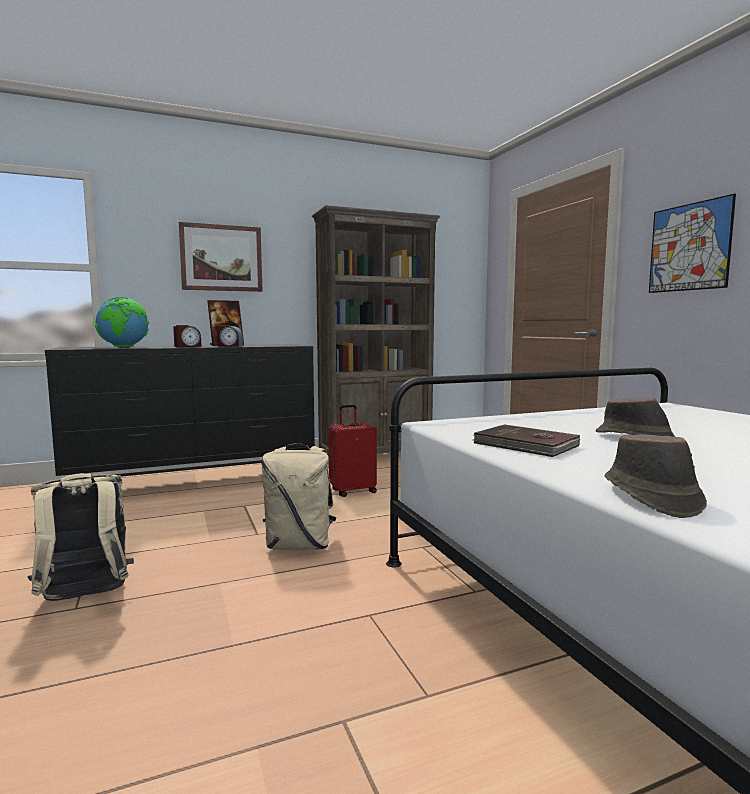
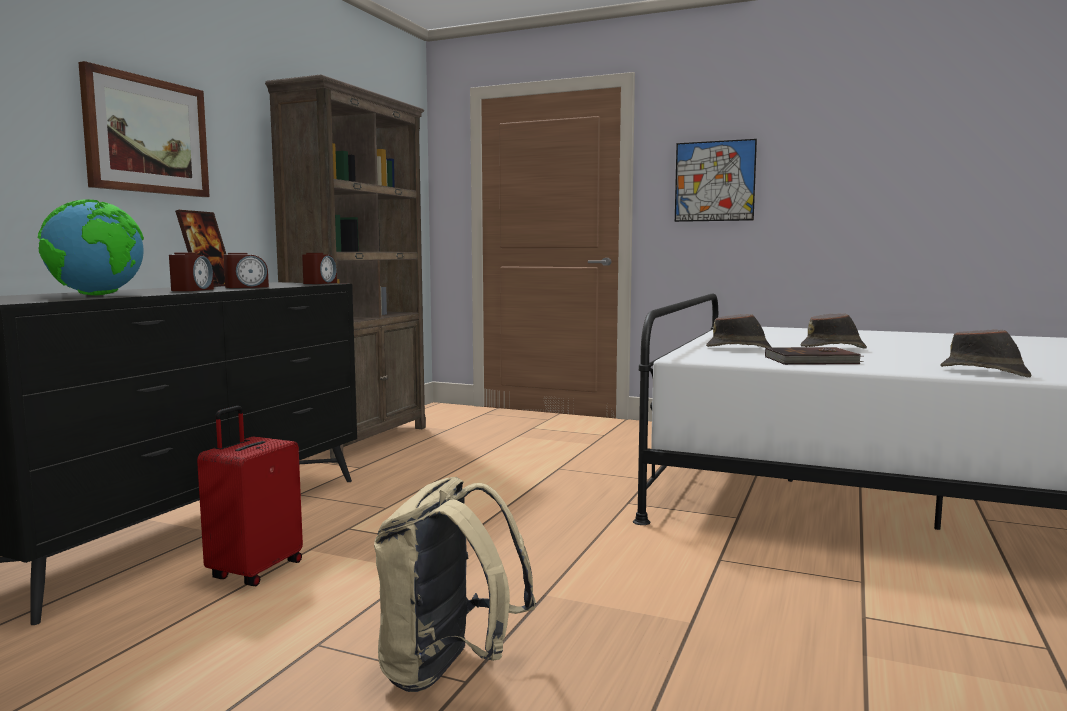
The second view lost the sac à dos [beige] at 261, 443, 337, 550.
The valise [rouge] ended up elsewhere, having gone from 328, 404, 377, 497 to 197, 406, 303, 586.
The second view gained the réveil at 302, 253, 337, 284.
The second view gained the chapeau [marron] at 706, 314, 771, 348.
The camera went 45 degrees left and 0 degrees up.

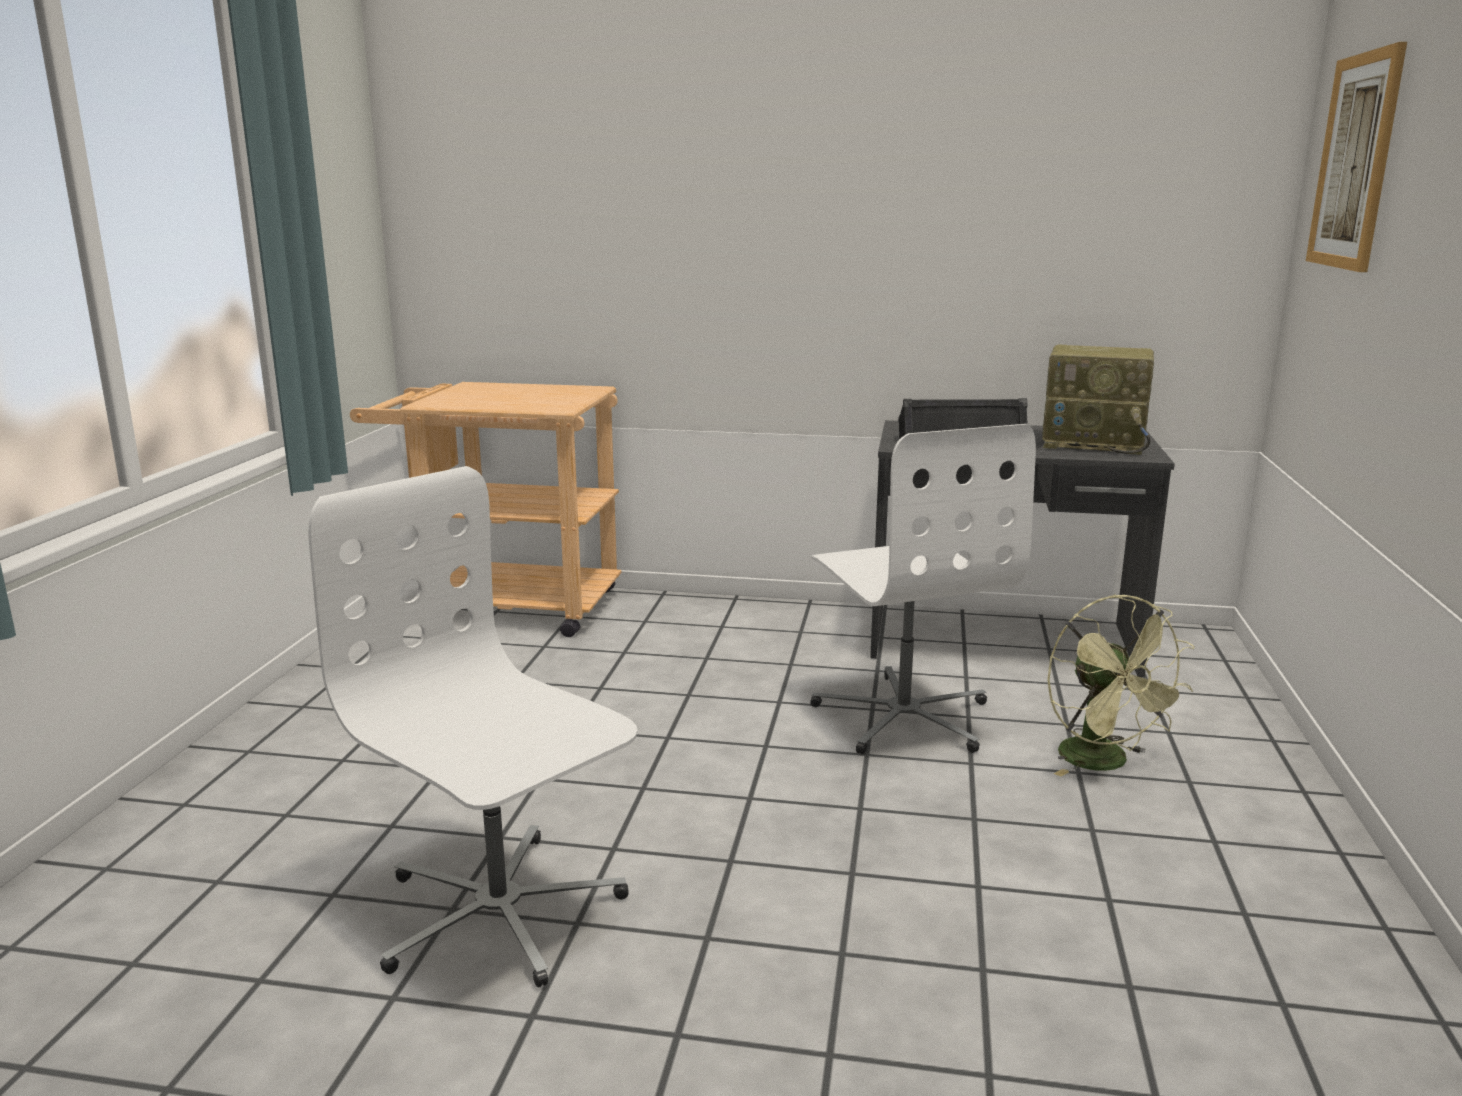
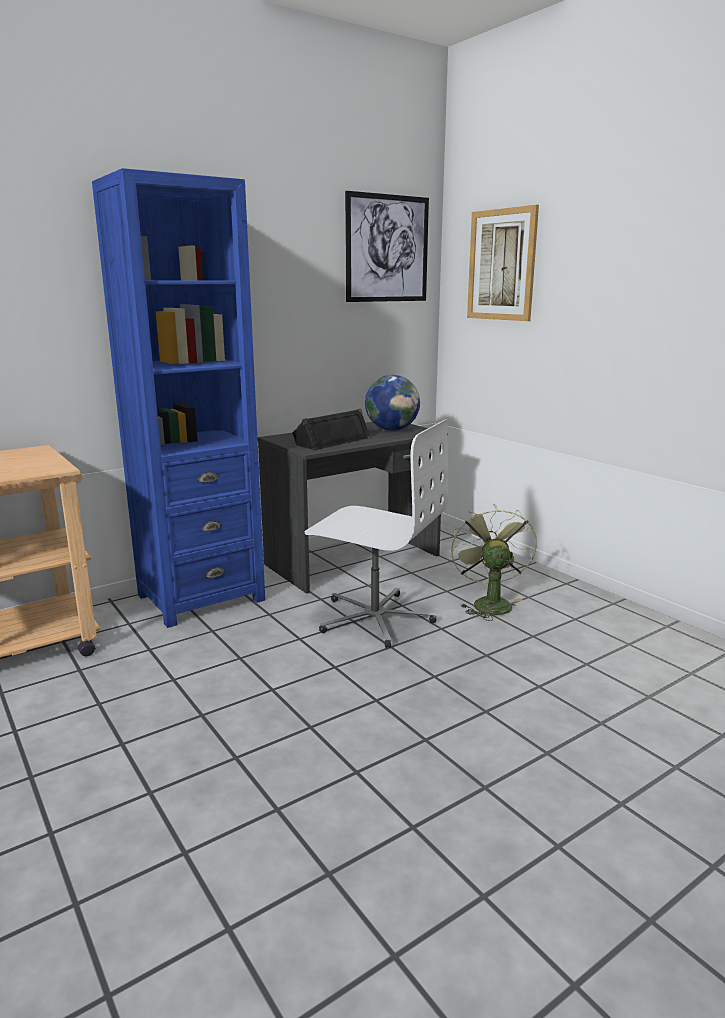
The second view lost the chaise de bureau [blanc] at 308, 466, 637, 988.
Where the radio stood at 1042, 345, 1154, 455, the globe came to stand at 365, 375, 420, 431.
The ventilateur [vert] at 1047, 595, 1195, 777 ended up facing another way, 120 degrees counterclockwise from before.
The second view gained the bibliothèque [bleu] at 92, 168, 265, 628.
The second view gained the tableau at 345, 191, 429, 302.
The camera went 45 degrees left and 0 degrees up.

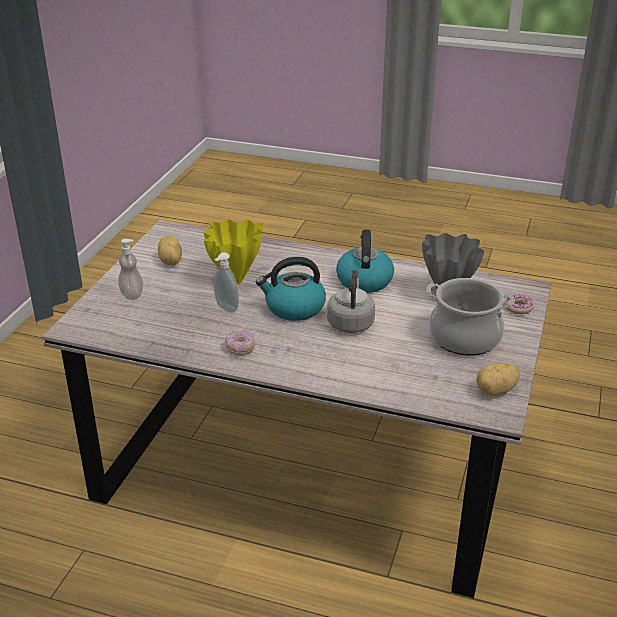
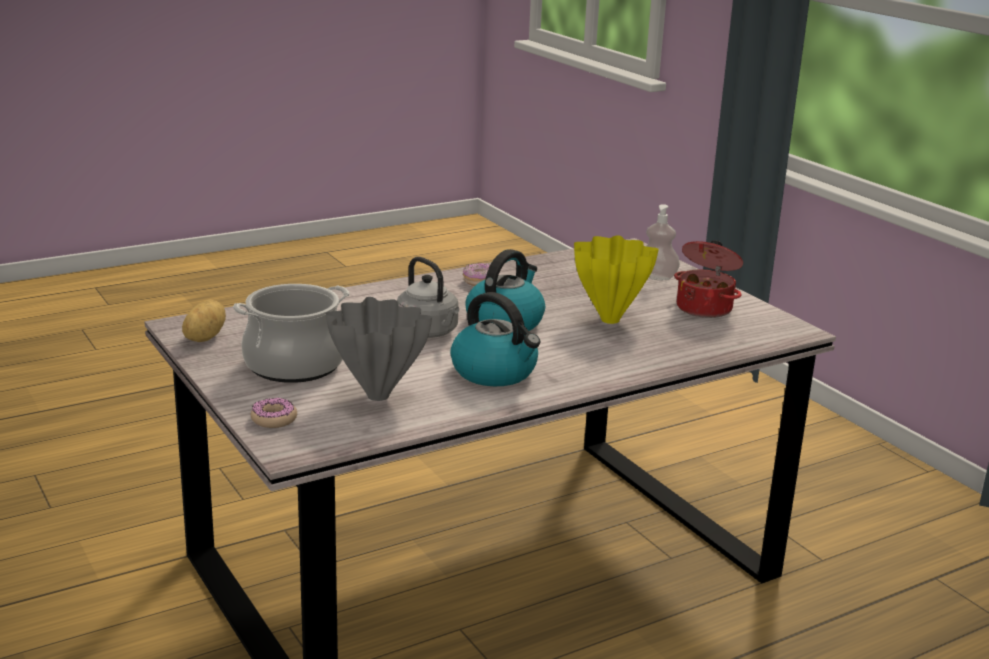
Where the pomme de terre stood at 158, 236, 182, 265, the marmite came to stand at 674, 240, 743, 318.
The second view lost the distributeur de savon at 214, 252, 239, 313.
The camera went 130 degrees right and 10 degrees down.

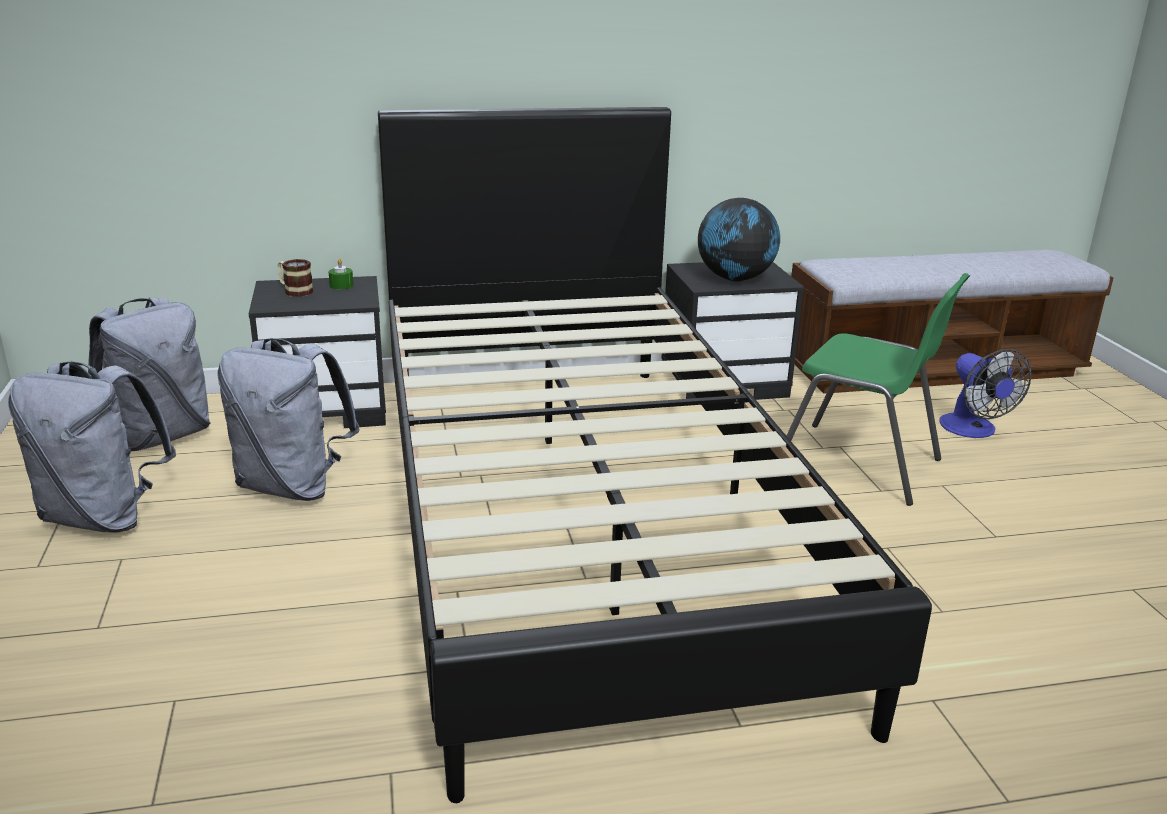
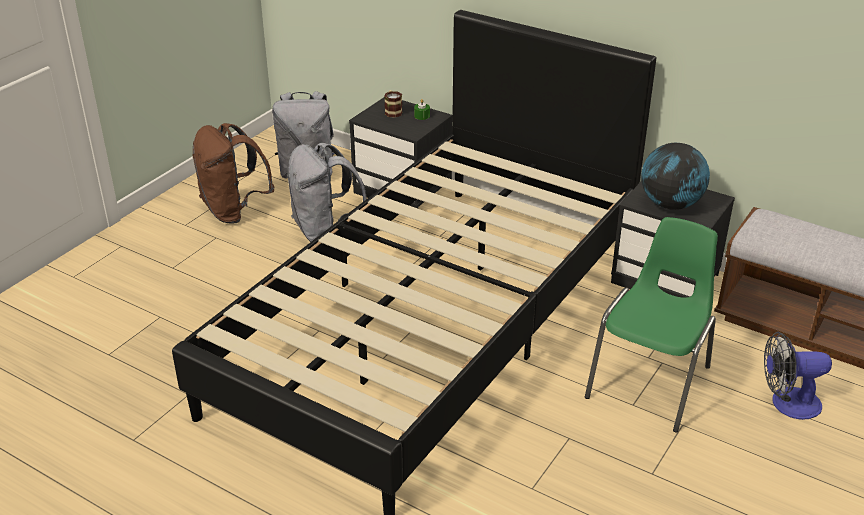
What was the sac à dos [gris] at 8, 361, 176, 533 turned into the sac à dos [marron] at 192, 123, 274, 224.
The chaise [vert] at 786, 273, 970, 506 ended up facing another way, 135 degrees counterclockwise from before.
The ventilateur at 939, 349, 1032, 438 ended up facing another way, 60 degrees clockwise from before.
The camera went 45 degrees right and 10 degrees up.

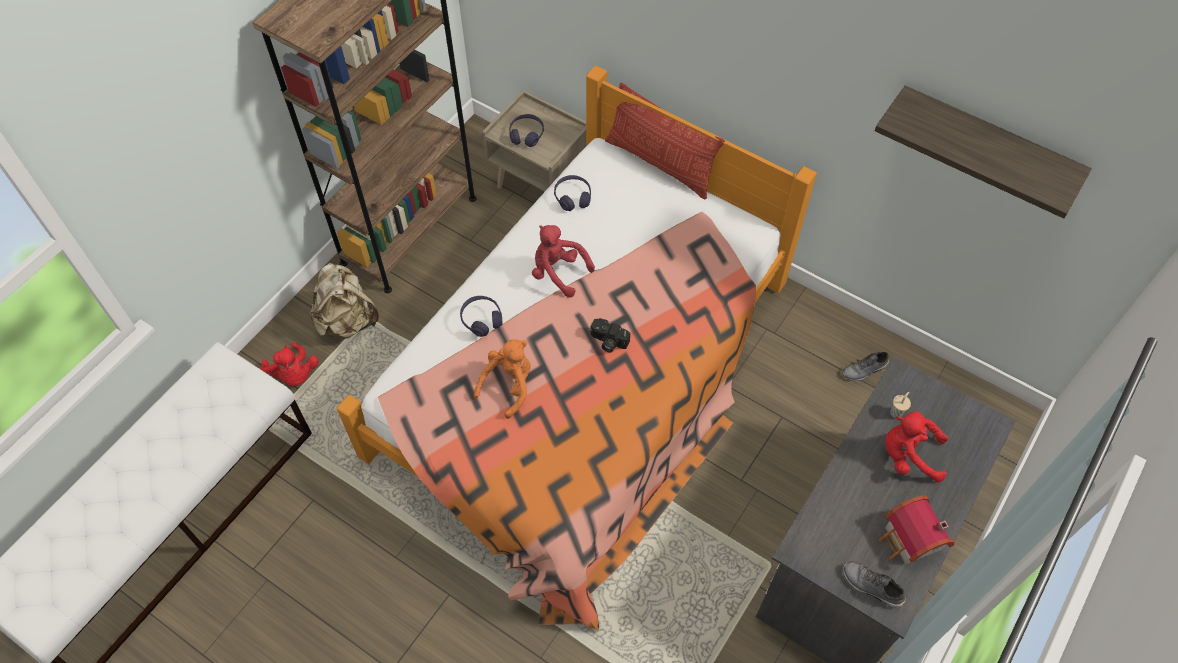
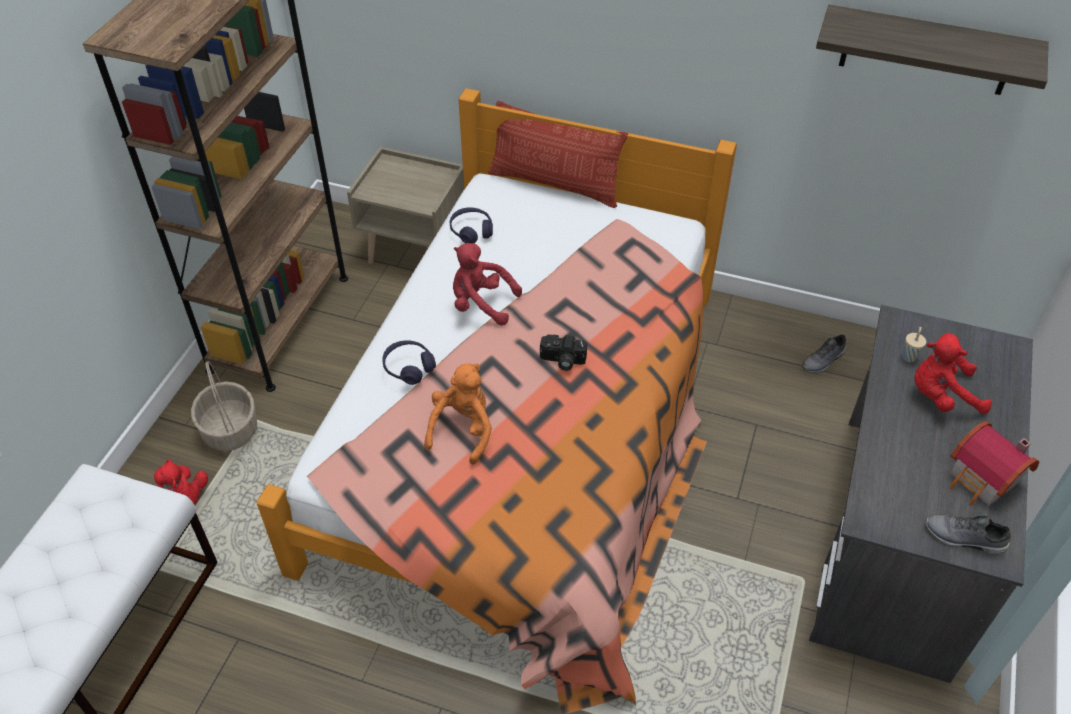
Where the sac à dos [beige] stood at 310, 263, 379, 339, the panier came to stand at 191, 361, 257, 451.
The second view lost the casque audio [violet] at 509, 114, 544, 147.
The camera went 15 degrees left and 10 degrees down.

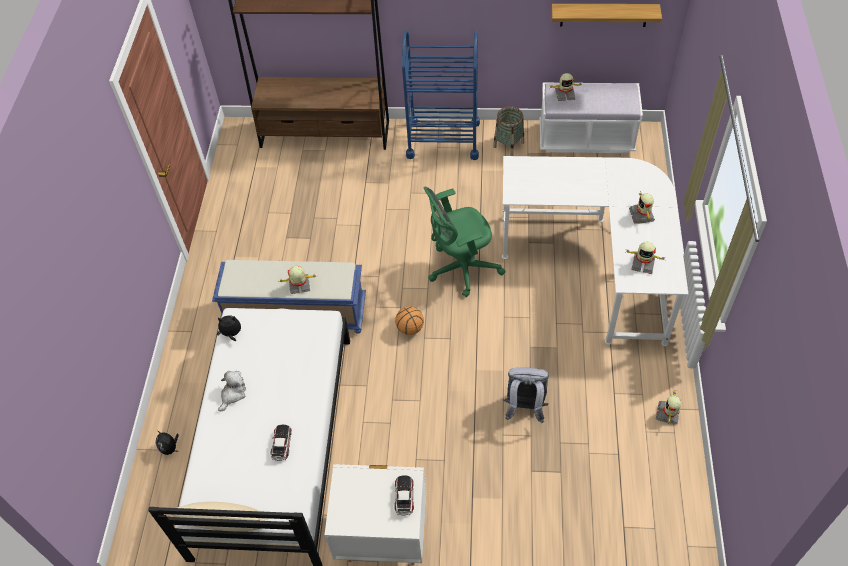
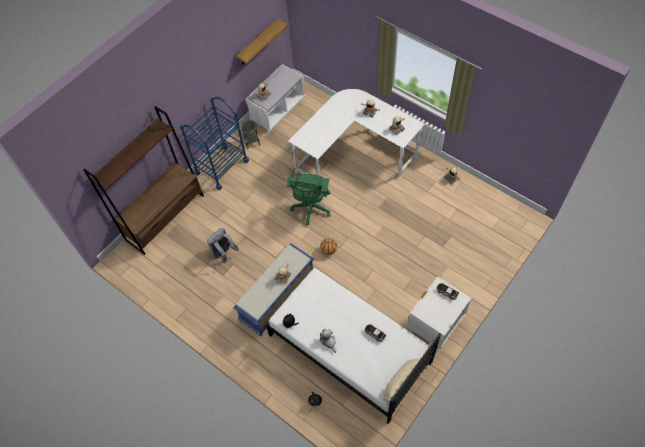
The sac à dos [gris] ended up elsewhere, having gone from 503, 367, 549, 423 to 207, 228, 239, 263.
The camera went 55 degrees left and 5 degrees up.

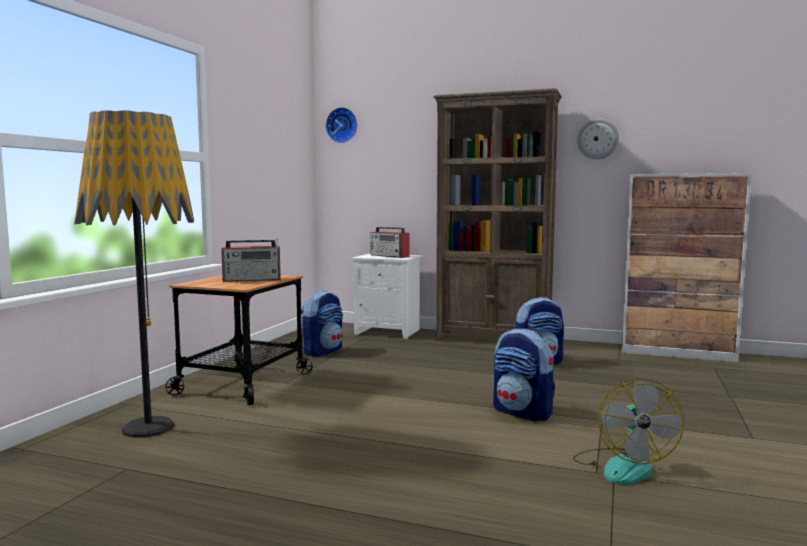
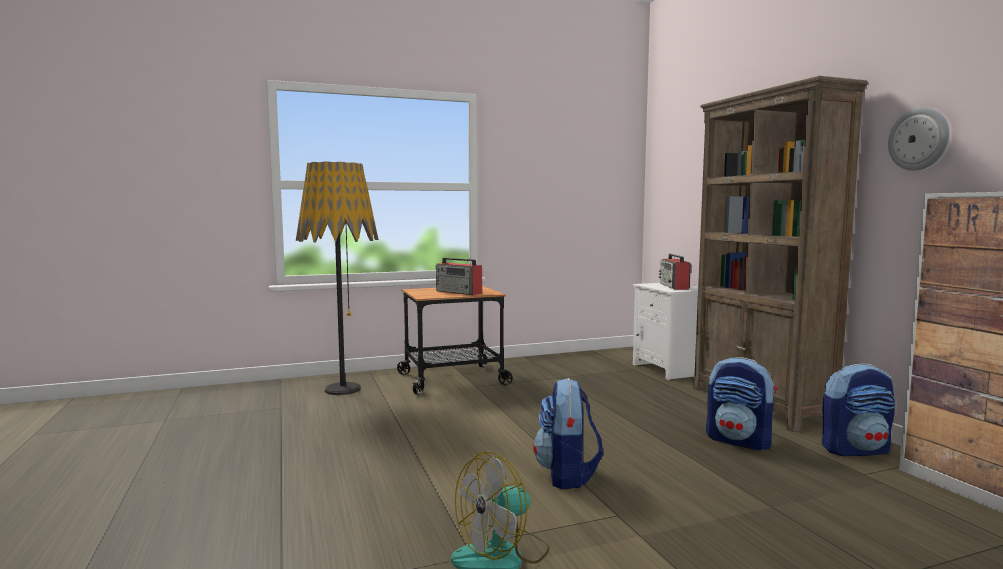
The sac à dos ended up elsewhere, having gone from 301, 290, 343, 356 to 822, 363, 895, 456.
The second view lost the horloge murale at 326, 107, 357, 143.
The camera went 50 degrees right and 0 degrees up.

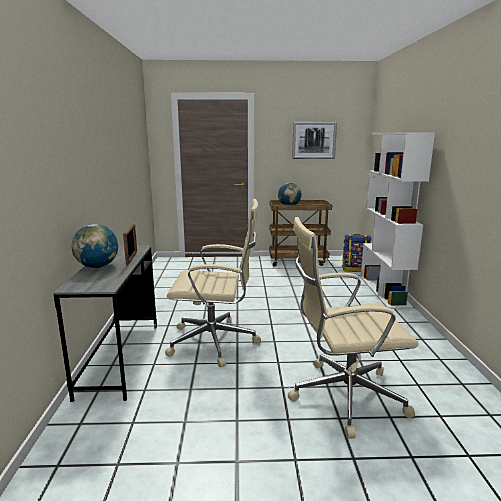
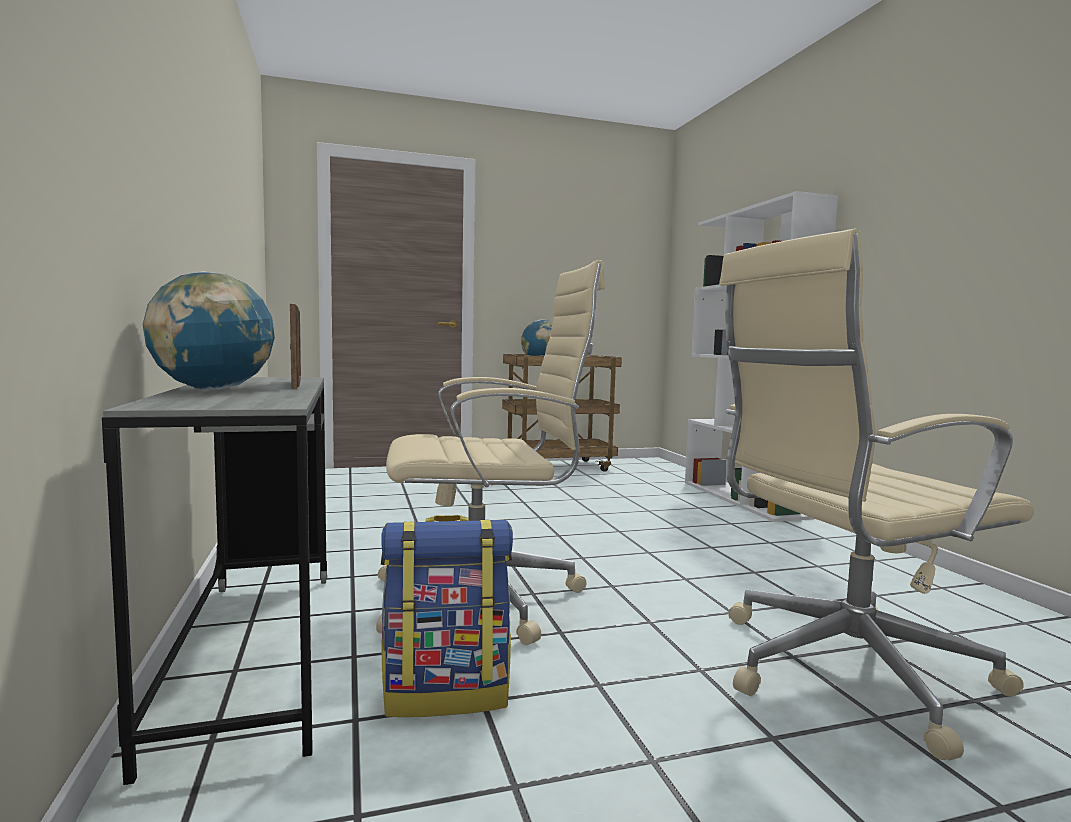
The second view lost the tableau at 292, 122, 337, 159.
The sac à dos ended up elsewhere, having gone from 342, 234, 371, 272 to 381, 515, 513, 717.
The camera went 15 degrees left and 10 degrees down.

